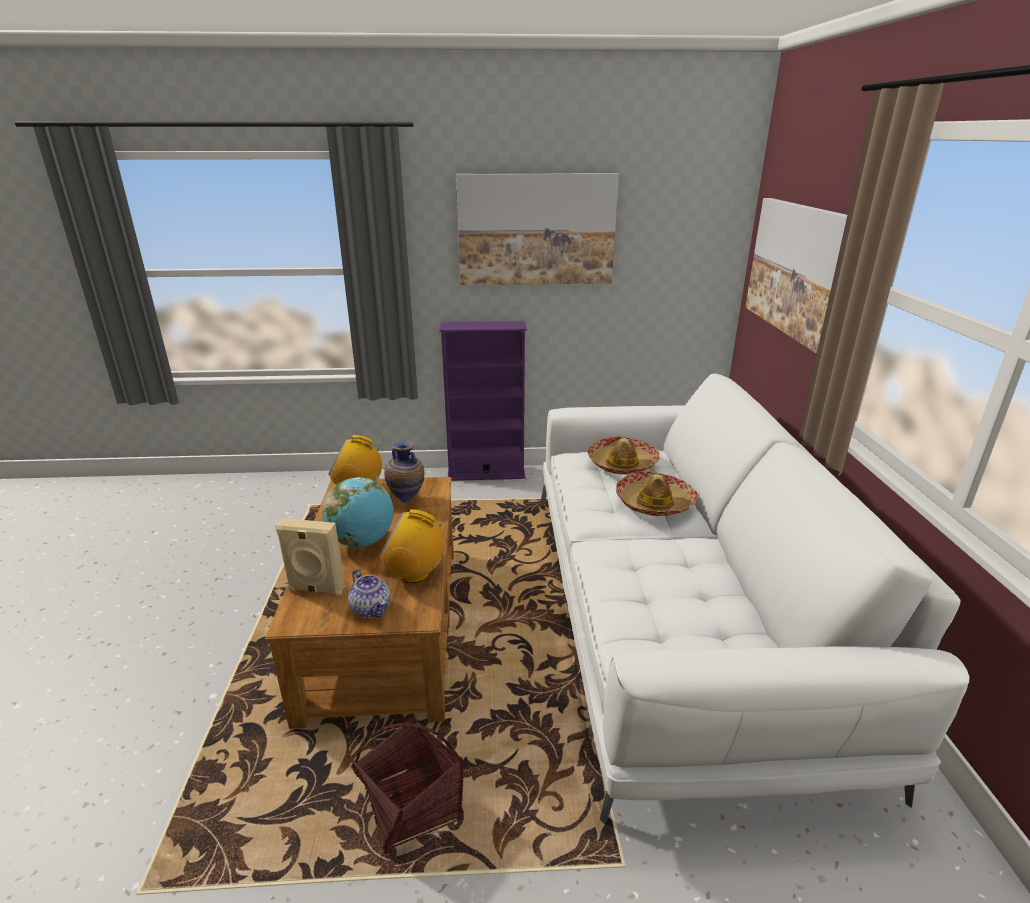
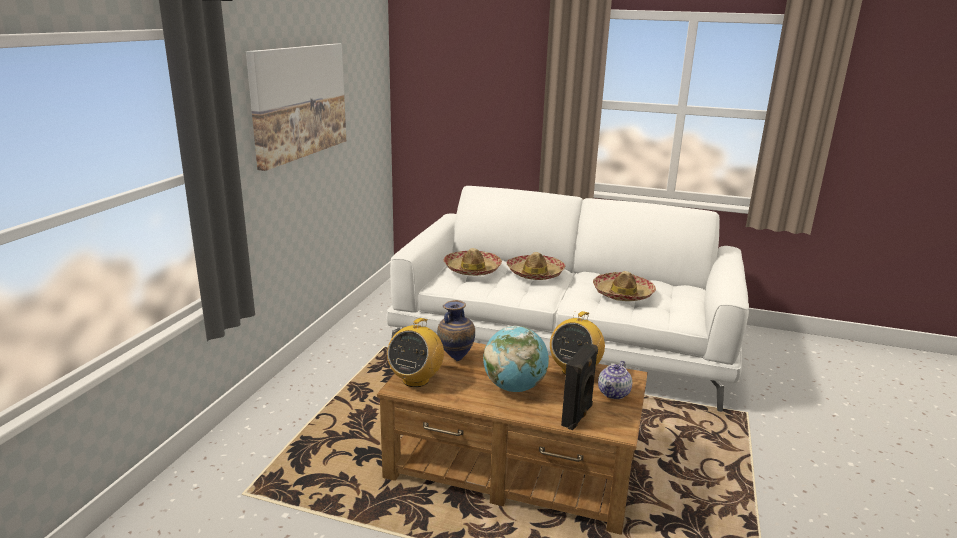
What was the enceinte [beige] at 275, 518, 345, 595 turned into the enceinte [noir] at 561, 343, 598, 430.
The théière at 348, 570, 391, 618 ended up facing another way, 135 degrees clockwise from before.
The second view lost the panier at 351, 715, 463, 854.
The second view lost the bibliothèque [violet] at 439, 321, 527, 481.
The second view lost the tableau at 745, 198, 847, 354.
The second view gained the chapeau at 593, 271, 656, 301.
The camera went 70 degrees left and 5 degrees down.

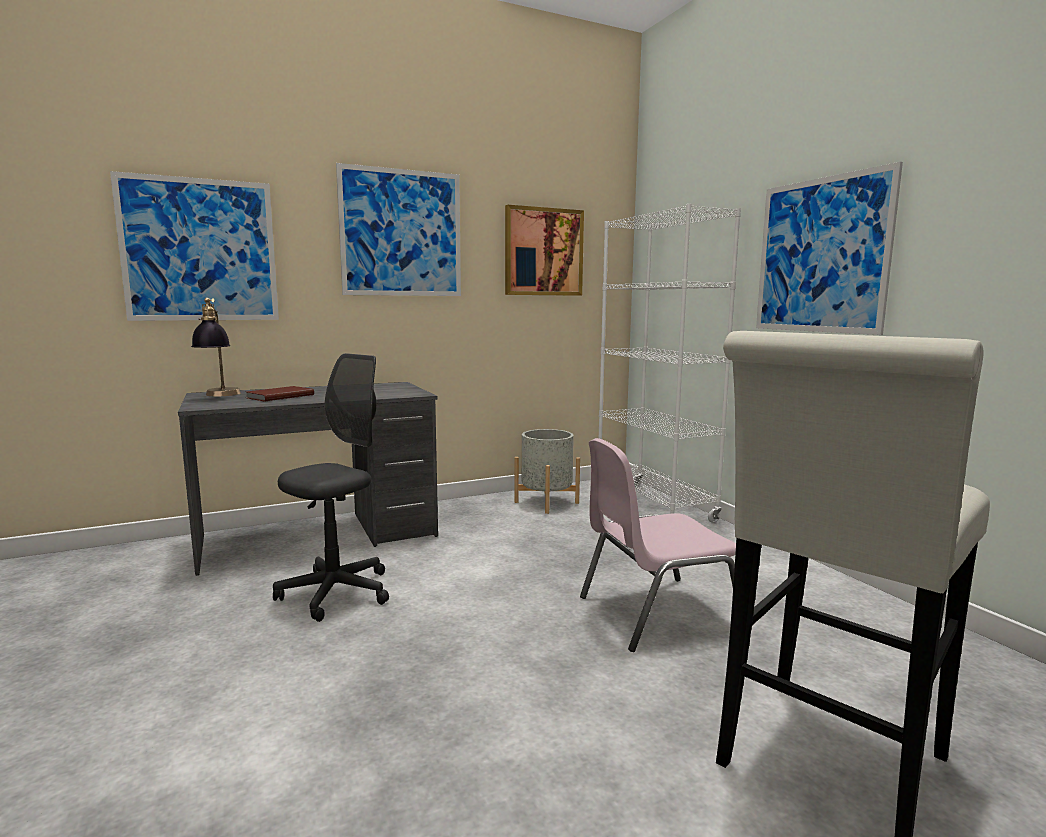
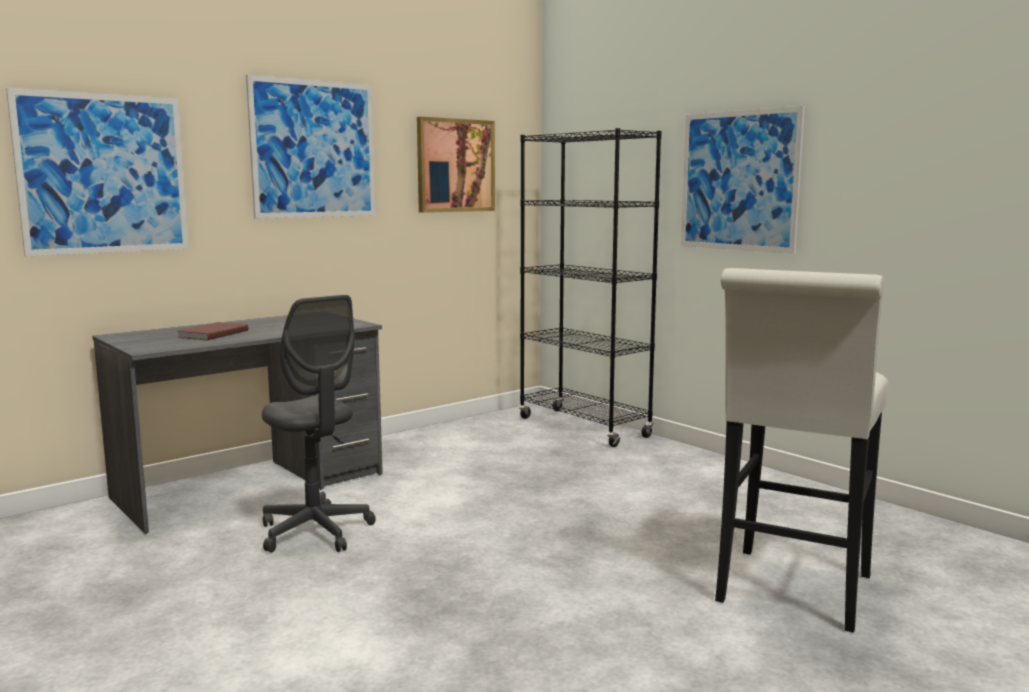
The second view lost the lampe de table at 191, 298, 241, 396.
The chaise de bureau [gris] at 273, 353, 389, 622 ended up facing another way, 120 degrees clockwise from before.
The second view lost the cache-pot [gris] at 514, 429, 580, 514.
The second view lost the chaise [rose] at 580, 438, 736, 652.
What was the bibliothèque [blanc] at 599, 204, 741, 523 turned into the bibliothèque [noir] at 519, 128, 662, 447.
The camera went 15 degrees left and 0 degrees up.

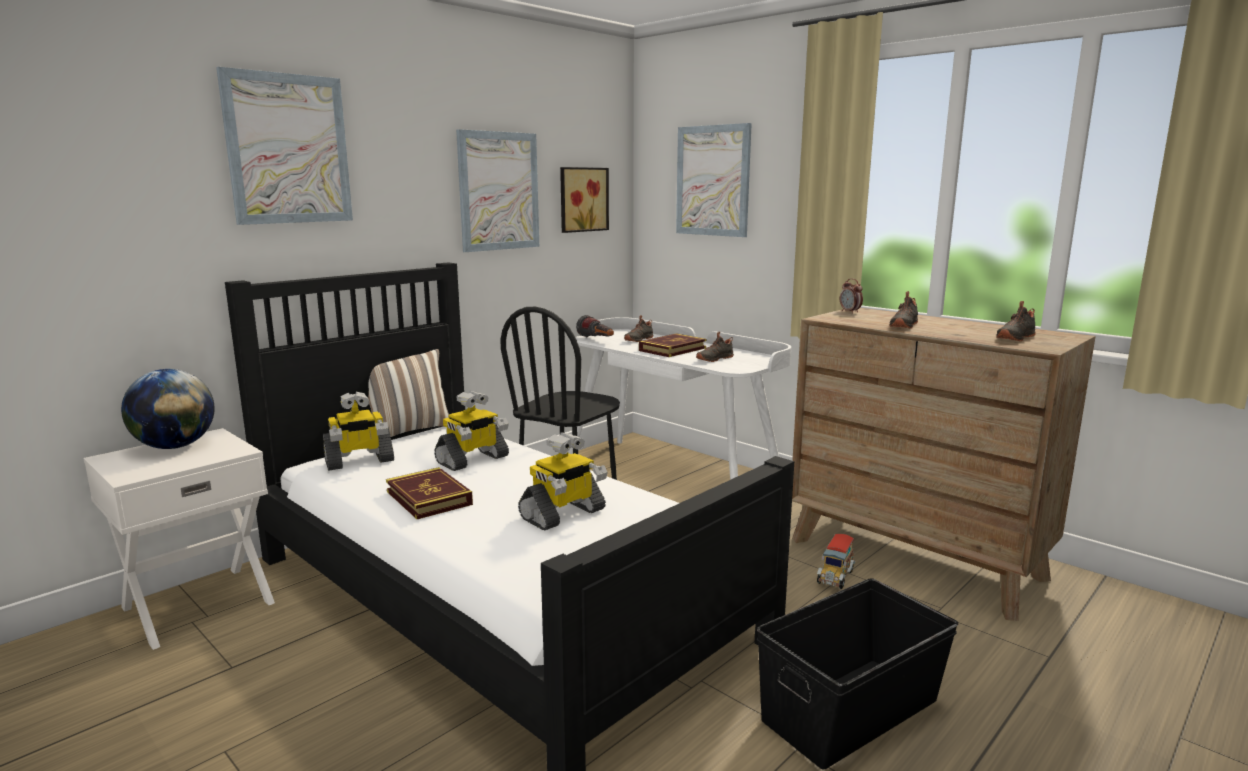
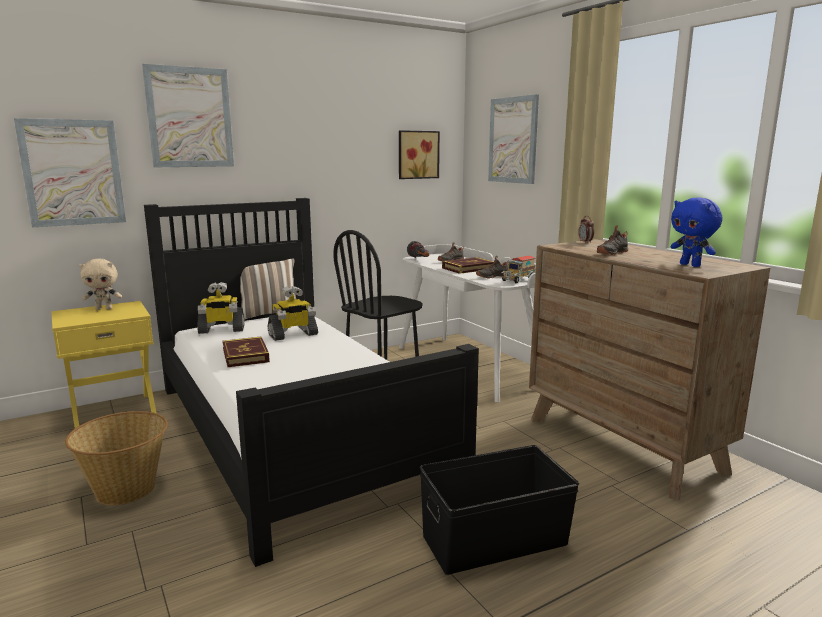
What was the table de chevet [blanc] at 84, 428, 275, 650 turned into the table de chevet [jaune] at 51, 301, 157, 428.
Where the globe stood at 121, 369, 214, 449, the peluche [beige] came to stand at 79, 259, 122, 310.
The tableau ended up elsewhere, having gone from 456, 129, 539, 252 to 14, 118, 126, 227.
The second view lost the robot jouet at 518, 432, 608, 531.
The camion jouet ended up elsewhere, having gone from 817, 534, 855, 589 to 501, 256, 535, 283.
Where the chaussure [noir] stood at 996, 301, 1036, 341, the peluche [bleu] came to stand at 671, 198, 722, 267.
The second view gained the panier at 65, 411, 168, 505.
The camera went 15 degrees right and 0 degrees up.

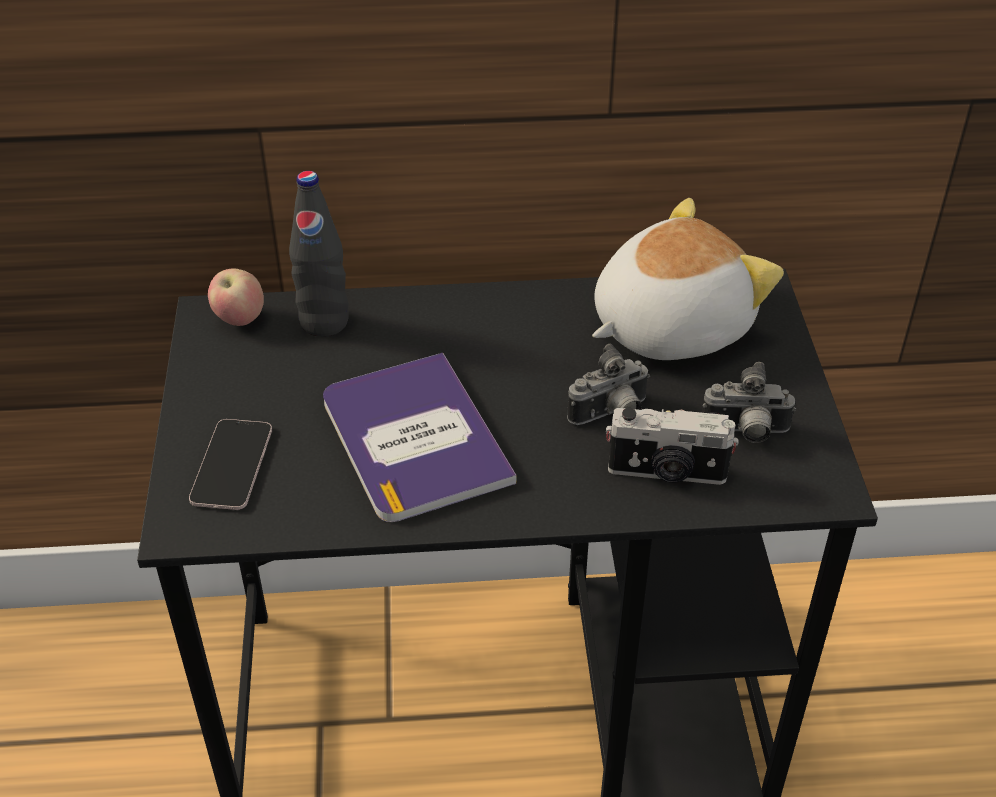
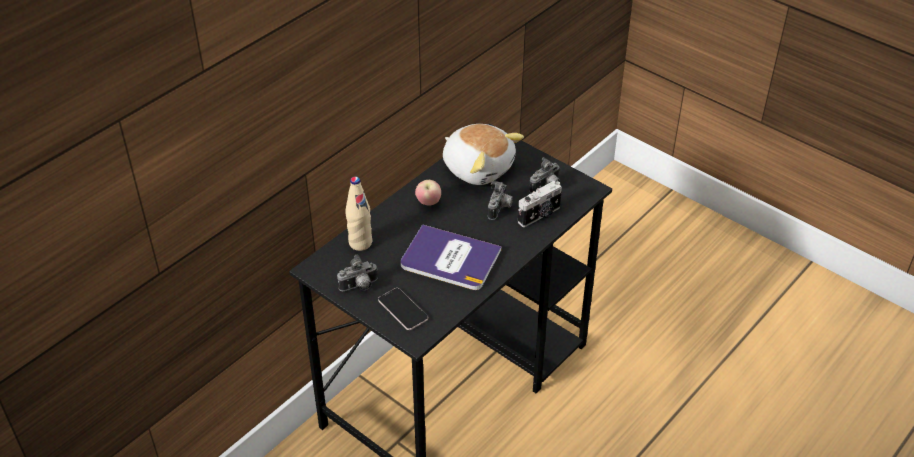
The pomme ended up elsewhere, having gone from 208, 269, 264, 326 to 415, 180, 441, 206.
What was the bouteille [noir] at 289, 171, 349, 337 turned into the bouteille [beige] at 345, 177, 372, 251.
The peluche at 592, 198, 784, 360 ended up facing another way, 120 degrees clockwise from before.
The second view gained the appareil photo at 337, 255, 378, 291.
The camera went 45 degrees left and 0 degrees up.

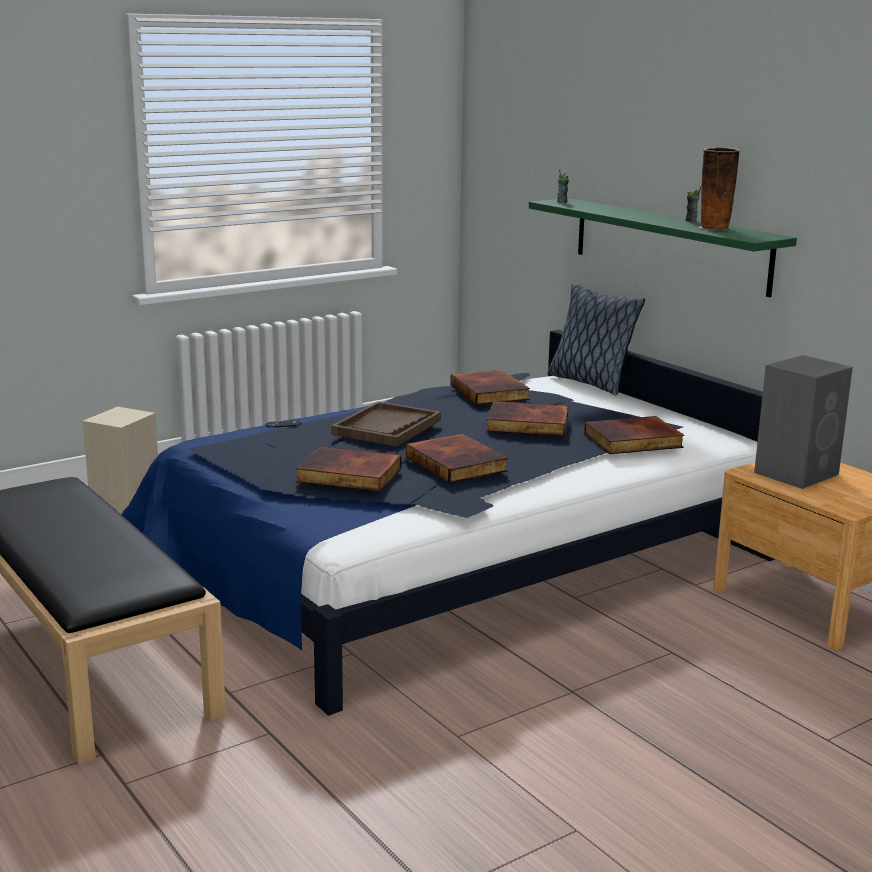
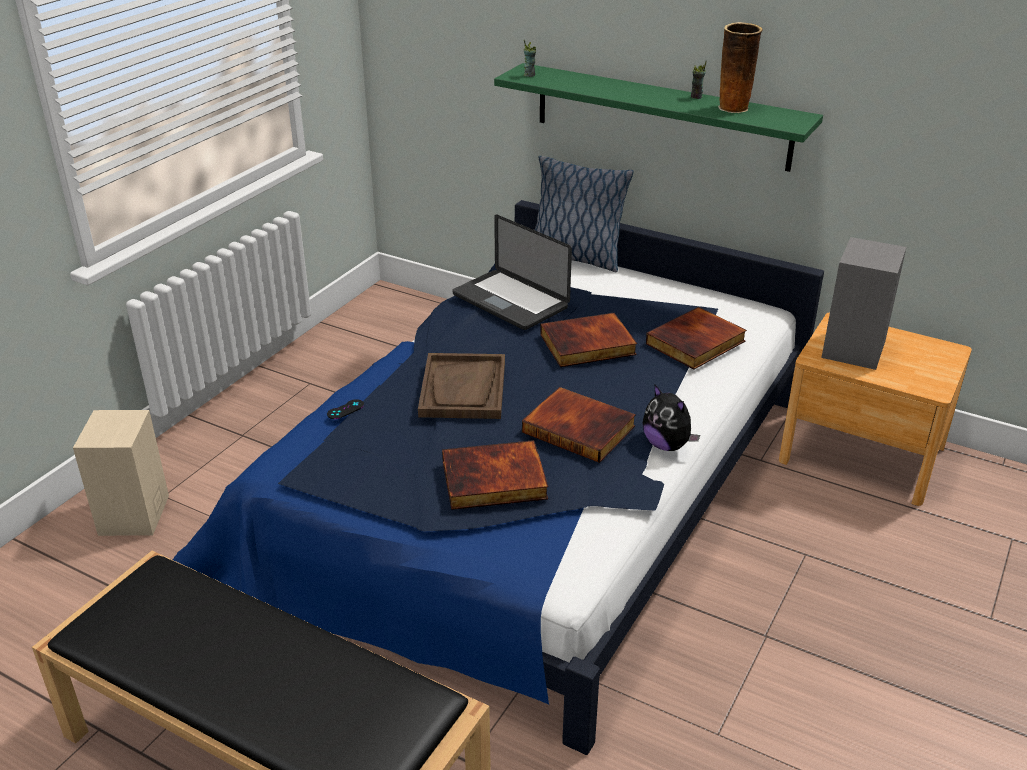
Where the livre stood at 450, 370, 530, 405, the ordinateur portable came to stand at 453, 214, 572, 330.
The second view gained the peluche at 643, 385, 700, 451.
The camera went 25 degrees left and 15 degrees up.

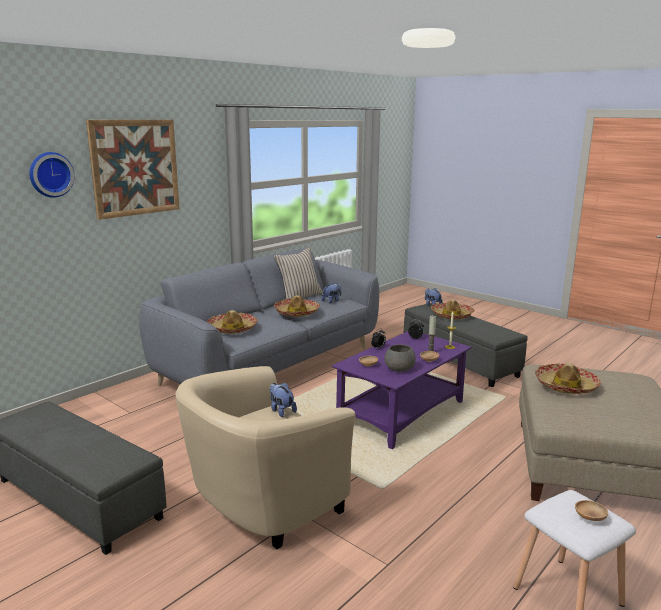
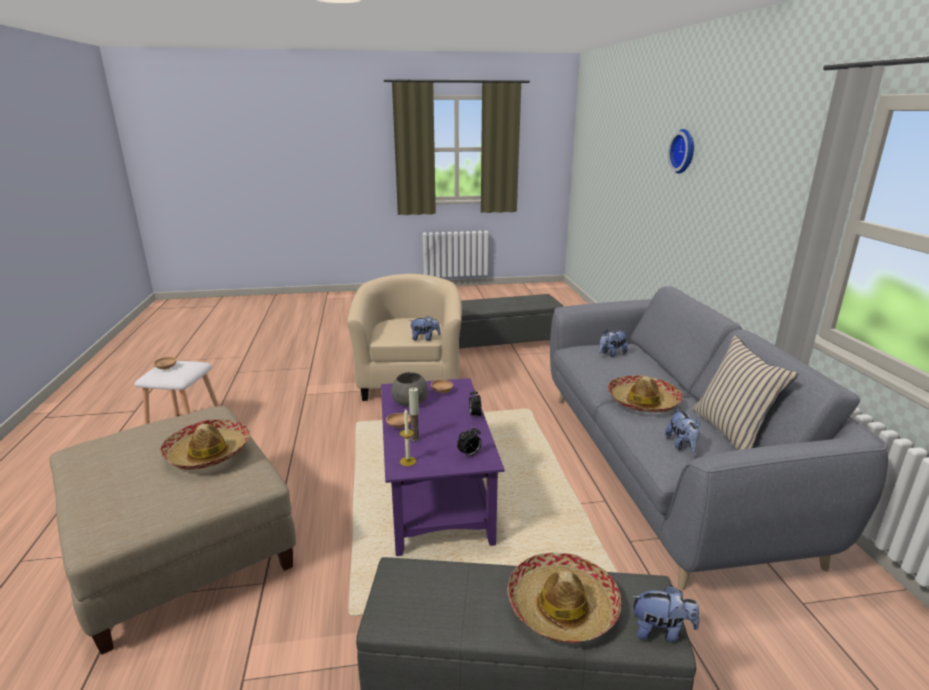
The second view lost the tableau at 86, 120, 180, 220.
Where the chapeau stood at 207, 310, 257, 334, the peluche came to stand at 599, 330, 628, 357.
The camera went 130 degrees right and 5 degrees up.

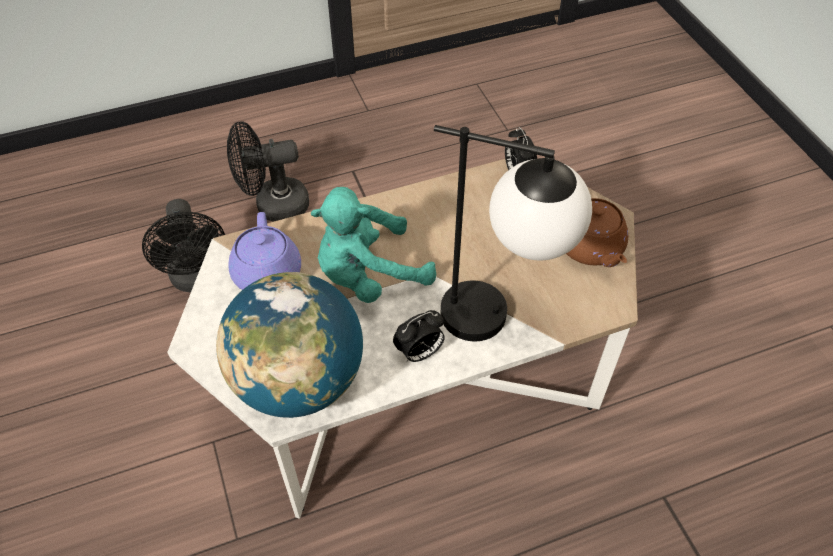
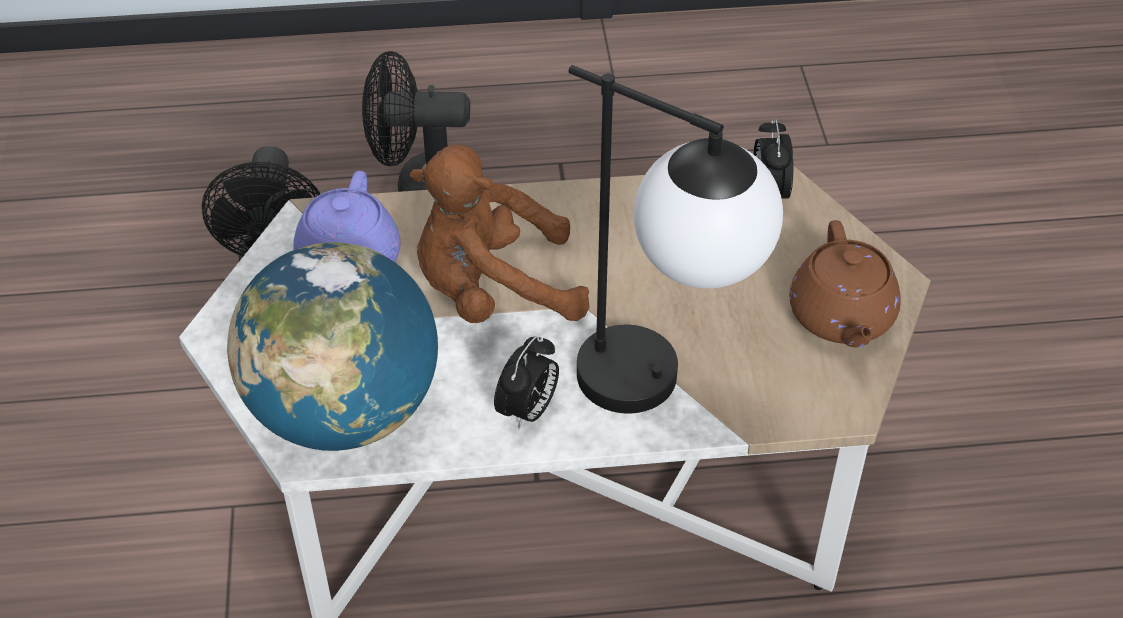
What was the peluche [turquoise] at 311, 187, 436, 303 turned into the peluche [marron] at 410, 144, 589, 323.
The réveil at 393, 310, 445, 362 ended up facing another way, 45 degrees counterclockwise from before.
The camera went 15 degrees right and 5 degrees down.

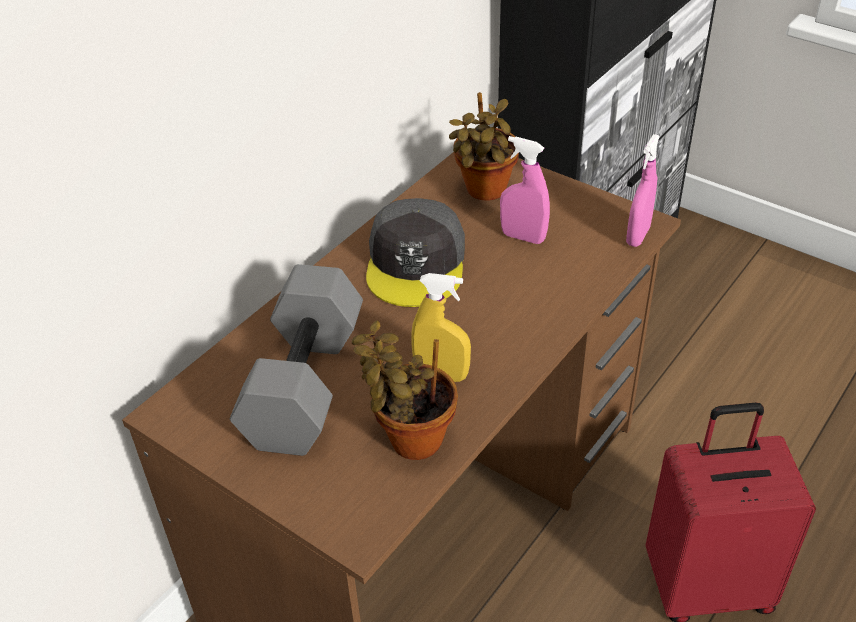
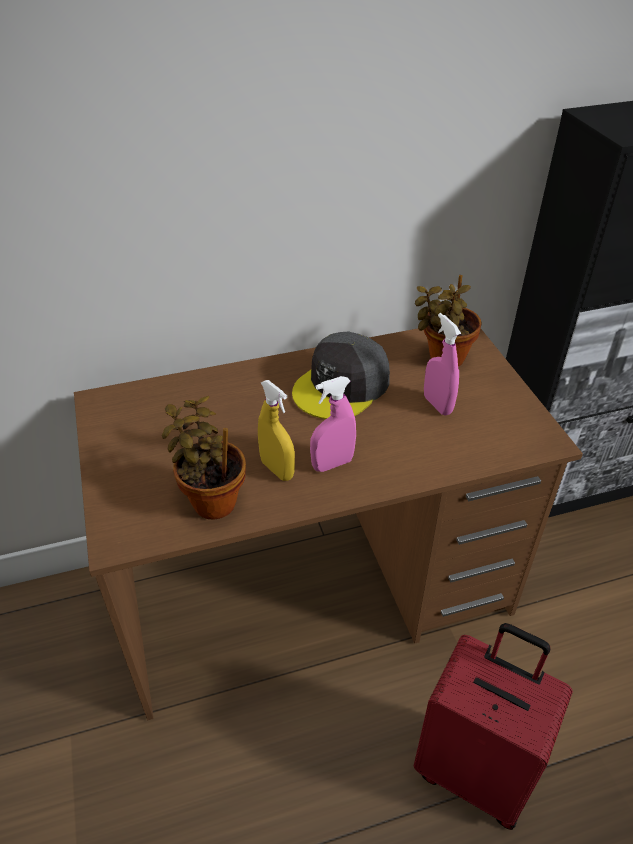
The second view lost the haltère [gris] at 230, 264, 363, 456.
The vaporisateur [rose] ended up elsewhere, having gone from 626, 134, 660, 247 to 310, 376, 356, 472.
The camera went 35 degrees right and 0 degrees up.

